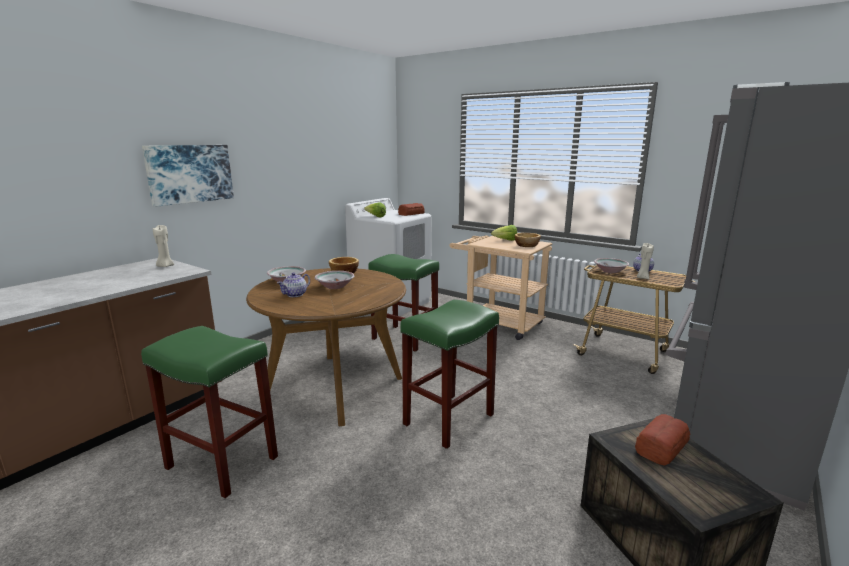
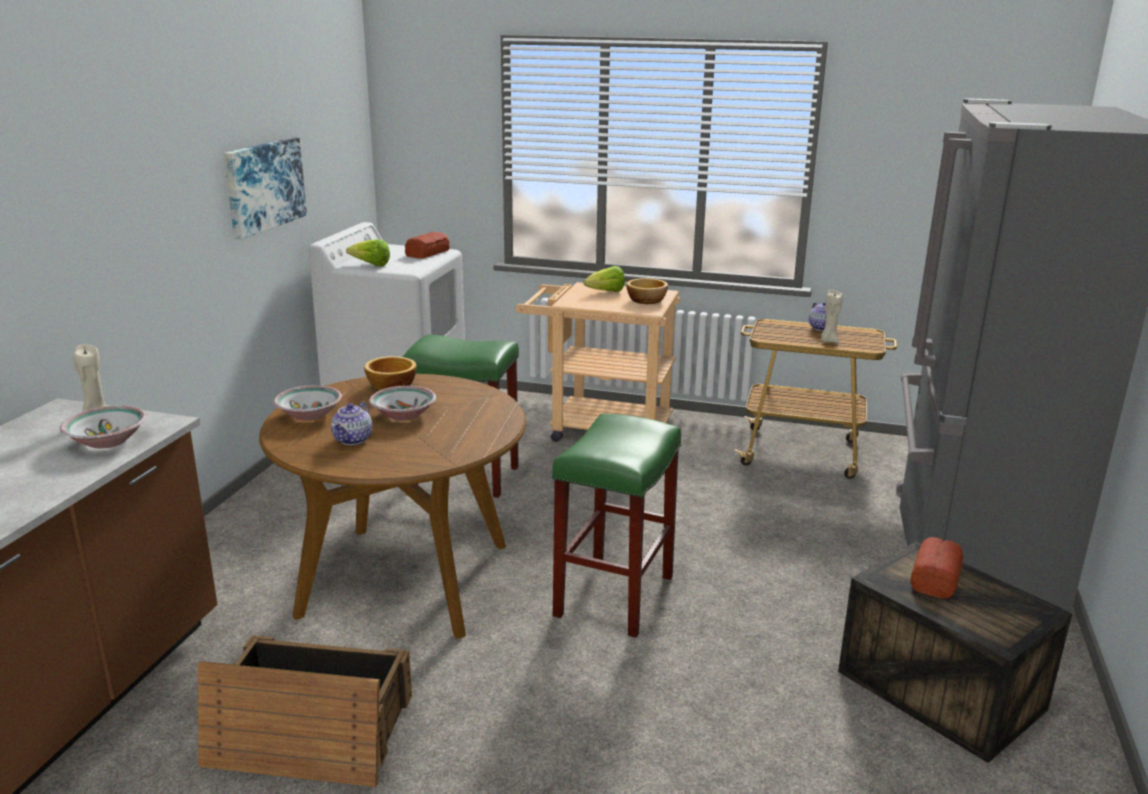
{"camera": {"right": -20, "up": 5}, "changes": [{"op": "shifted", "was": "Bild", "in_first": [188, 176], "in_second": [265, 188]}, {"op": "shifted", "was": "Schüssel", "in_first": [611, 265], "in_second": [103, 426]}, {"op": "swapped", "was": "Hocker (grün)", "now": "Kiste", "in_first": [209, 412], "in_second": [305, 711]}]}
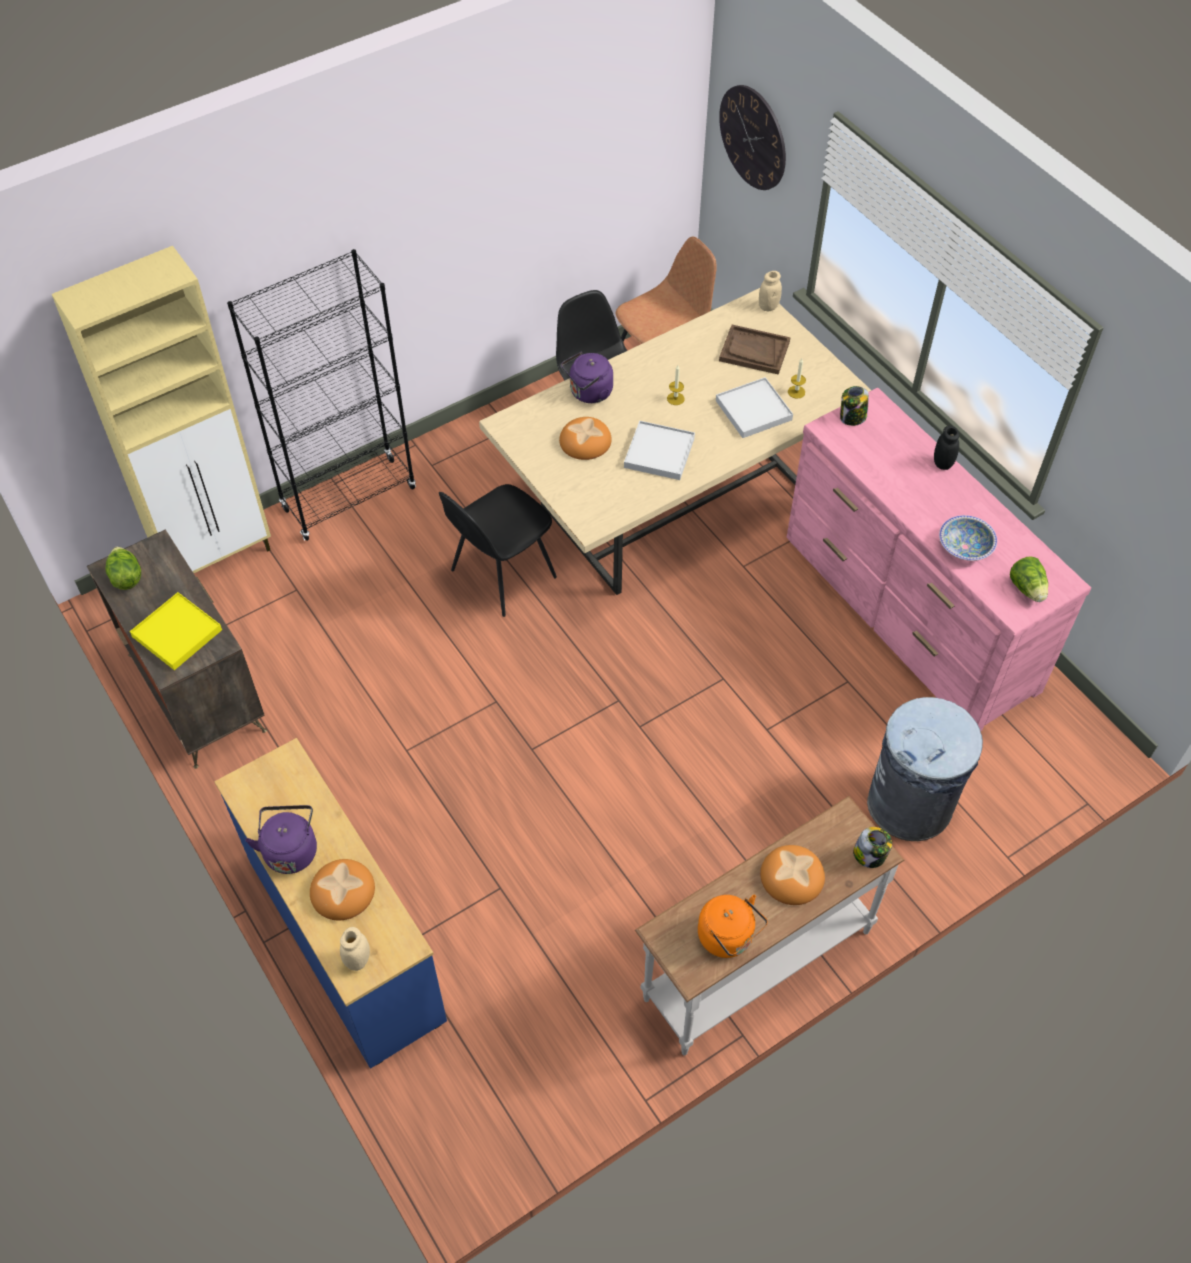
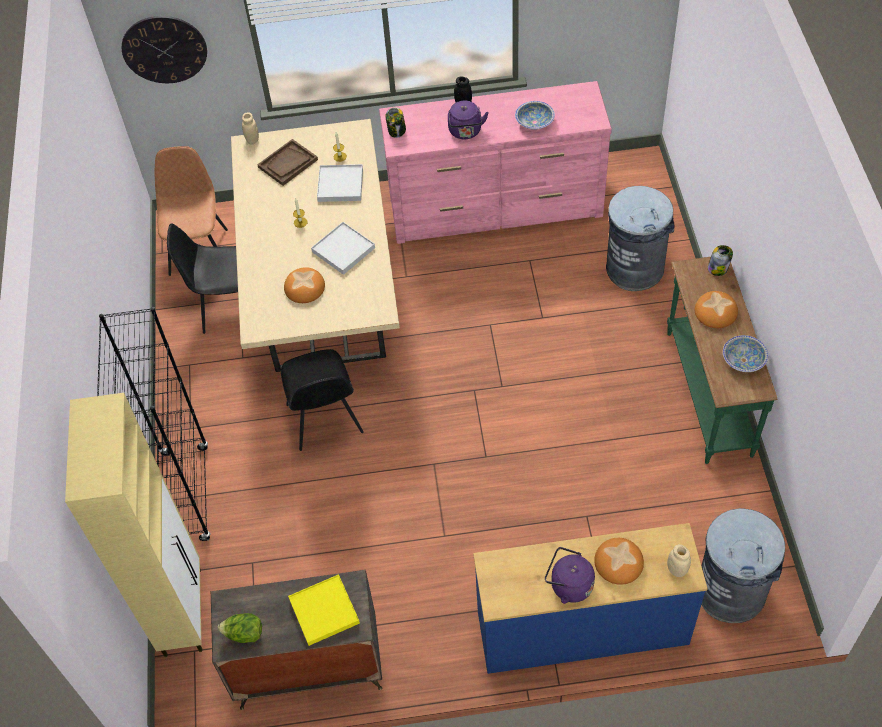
{"camera": {"right": -60, "up": 0}, "changes": [{"op": "shifted", "was": "Wasserkessel (lila)", "in_first": [587, 377], "in_second": [468, 120]}, {"op": "gone", "was": "Salatkopf", "in_first": [1029, 579]}, {"op": "repainted", "was": "Konsolentisch (weiß)", "now": "Konsolentisch (grün)", "in_first": [769, 926], "in_second": [722, 360]}, {"op": "swapped", "was": "Wasserkessel (orange)", "now": "Schüssel", "in_first": [733, 926], "in_second": [745, 353]}, {"op": "new", "now": "Mülleimer (grau)", "in_second": [743, 565]}]}
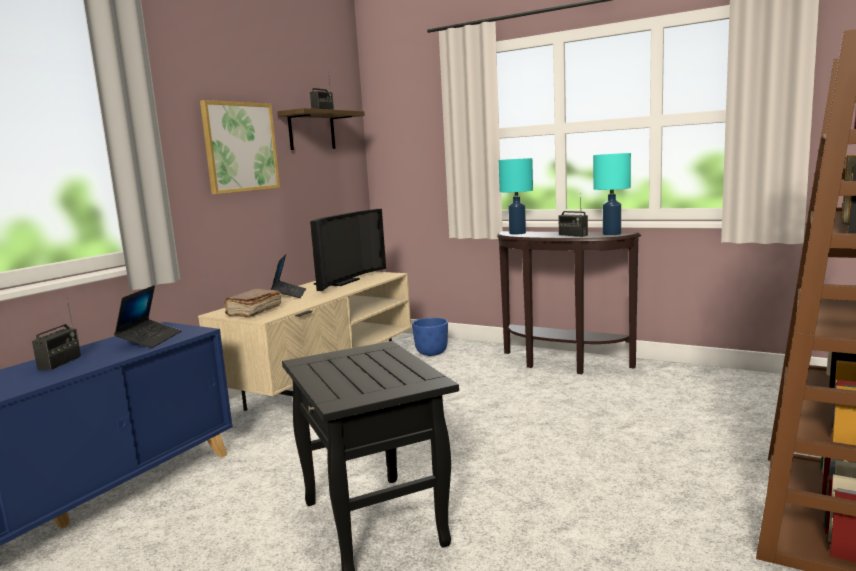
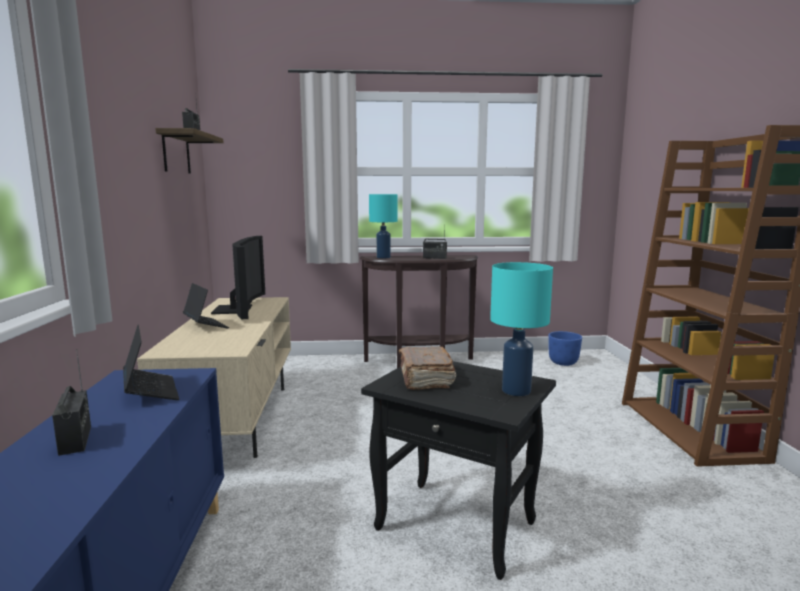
{"camera": {"right": -35, "up": 0}, "changes": [{"op": "gone", "was": "Bild", "in_first": [240, 147]}, {"op": "shifted", "was": "Tischlampe (türkis)", "in_first": [612, 194], "in_second": [521, 329]}, {"op": "shifted", "was": "Buch (braun)", "in_first": [252, 303], "in_second": [427, 368]}, {"op": "shifted", "was": "Pflanzkübel (blau)", "in_first": [430, 337], "in_second": [565, 348]}]}
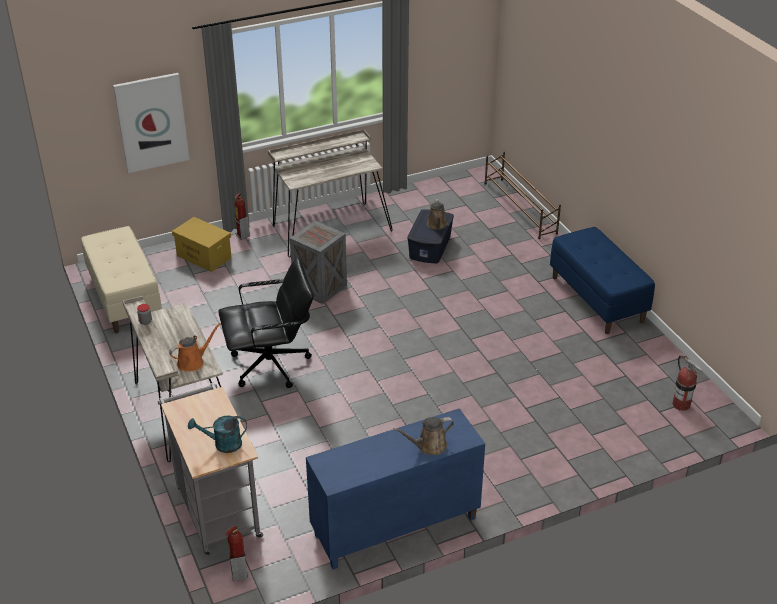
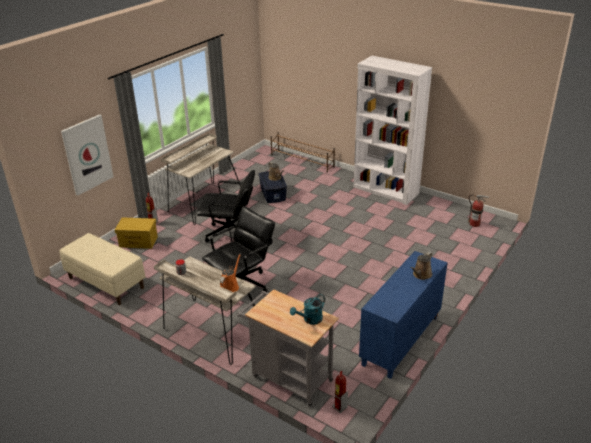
{"camera": {"right": -30, "up": -5}, "changes": [{"op": "swapped", "was": "Kiste", "now": "Bürostuhl (schwarz)", "in_first": [318, 262], "in_second": [225, 206]}, {"op": "swapped", "was": "Bank (blau)", "now": "Bücherregal (weiß)", "in_first": [602, 280], "in_second": [393, 130]}]}
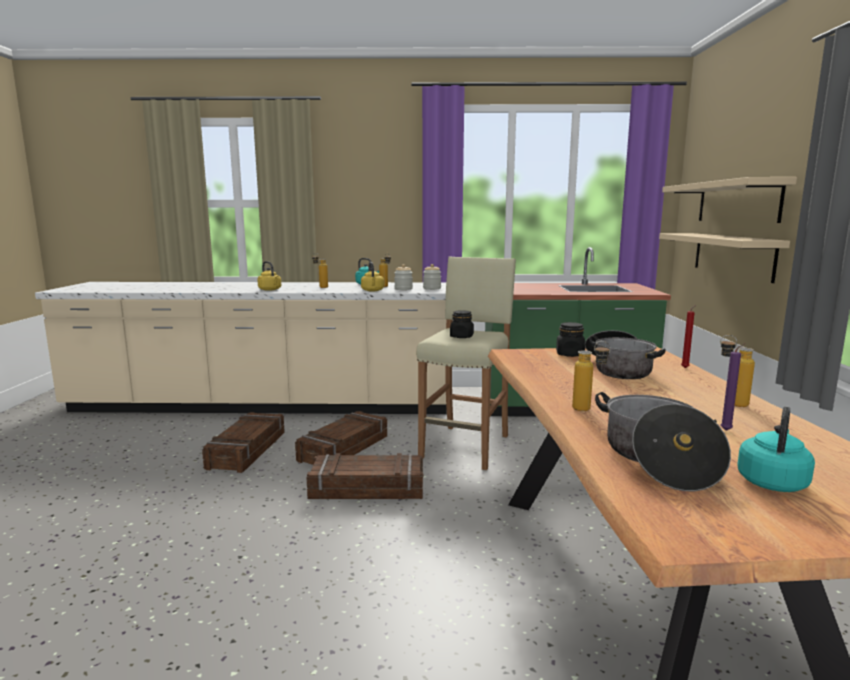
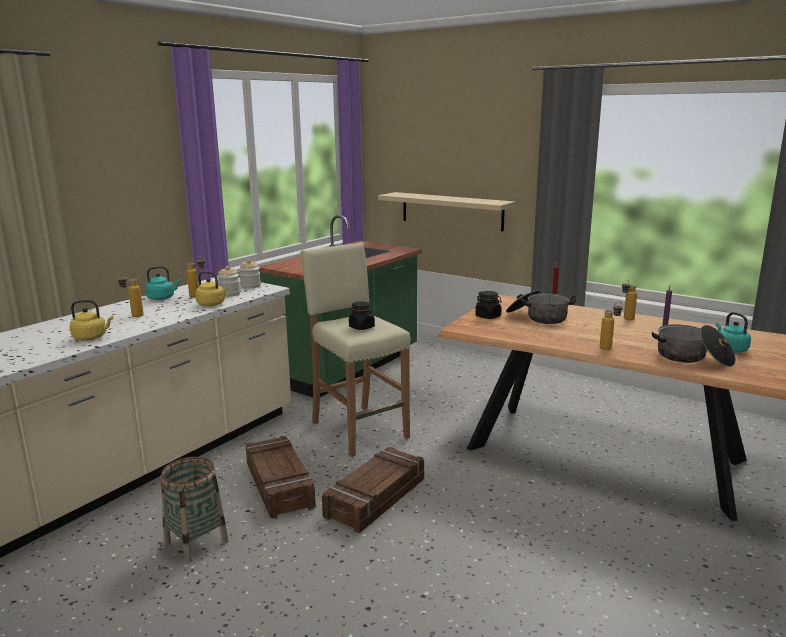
{"camera": {"right": -55, "up": 5}, "changes": [{"op": "gone", "was": "Wandregal (beige)", "in_first": [729, 200]}, {"op": "swapped", "was": "Kiste", "now": "Korb", "in_first": [243, 442], "in_second": [194, 510]}]}
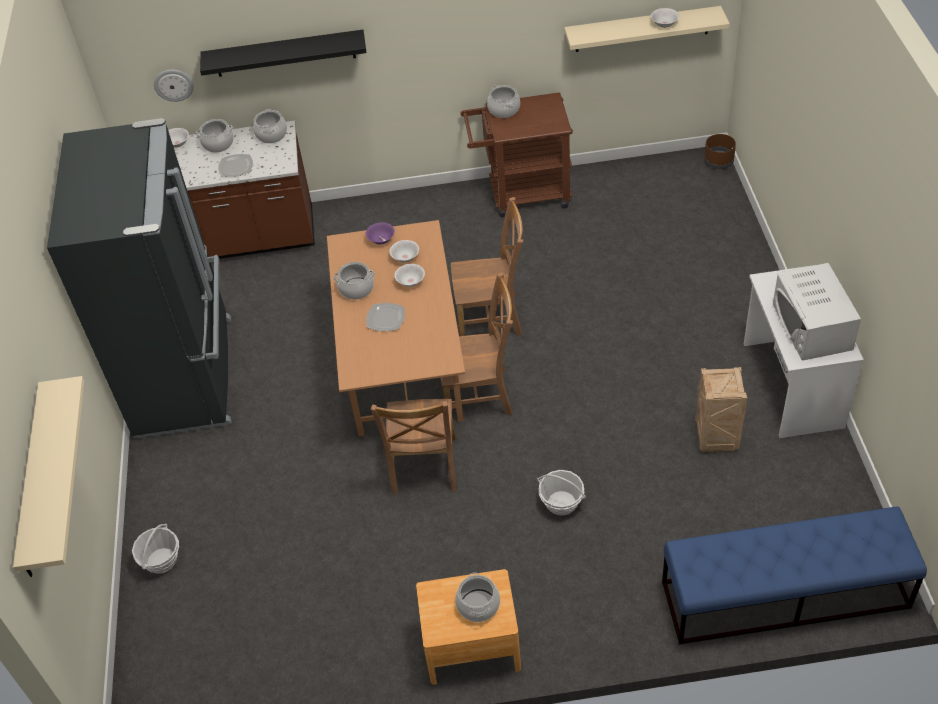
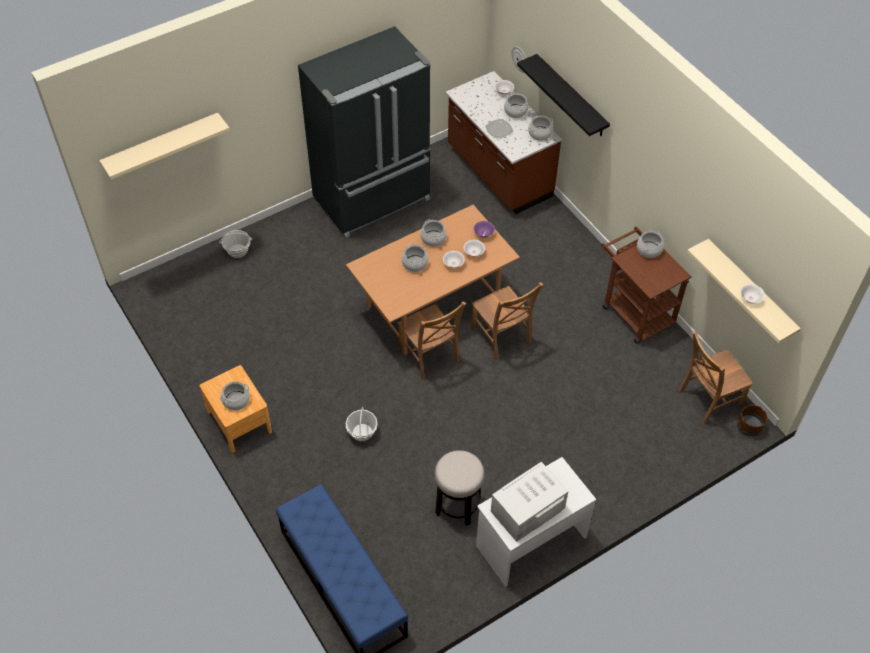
{"camera": {"right": 60, "up": 5}, "changes": [{"op": "swapped", "was": "Teller", "now": "Kochtopf", "in_first": [385, 317], "in_second": [415, 258]}, {"op": "swapped", "was": "Kiste", "now": "Hocker", "in_first": [721, 409], "in_second": [460, 488]}, {"op": "shifted", "was": "Stuhl (braun)", "in_first": [414, 447], "in_second": [715, 378]}]}
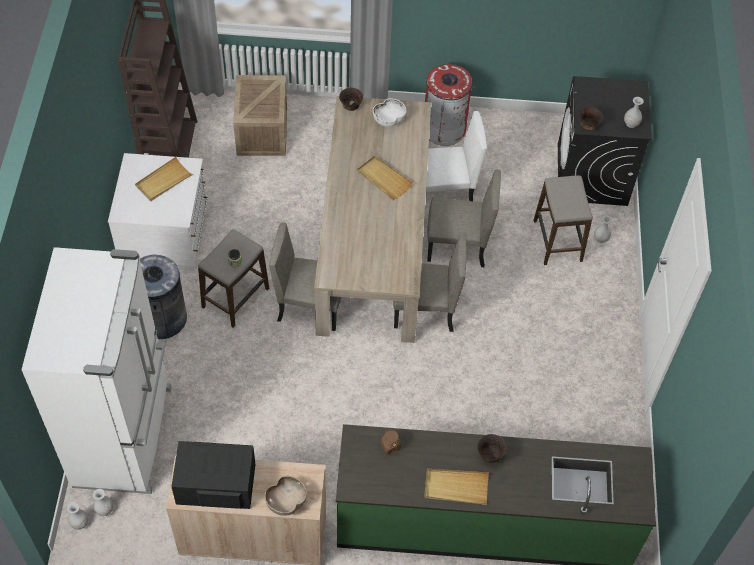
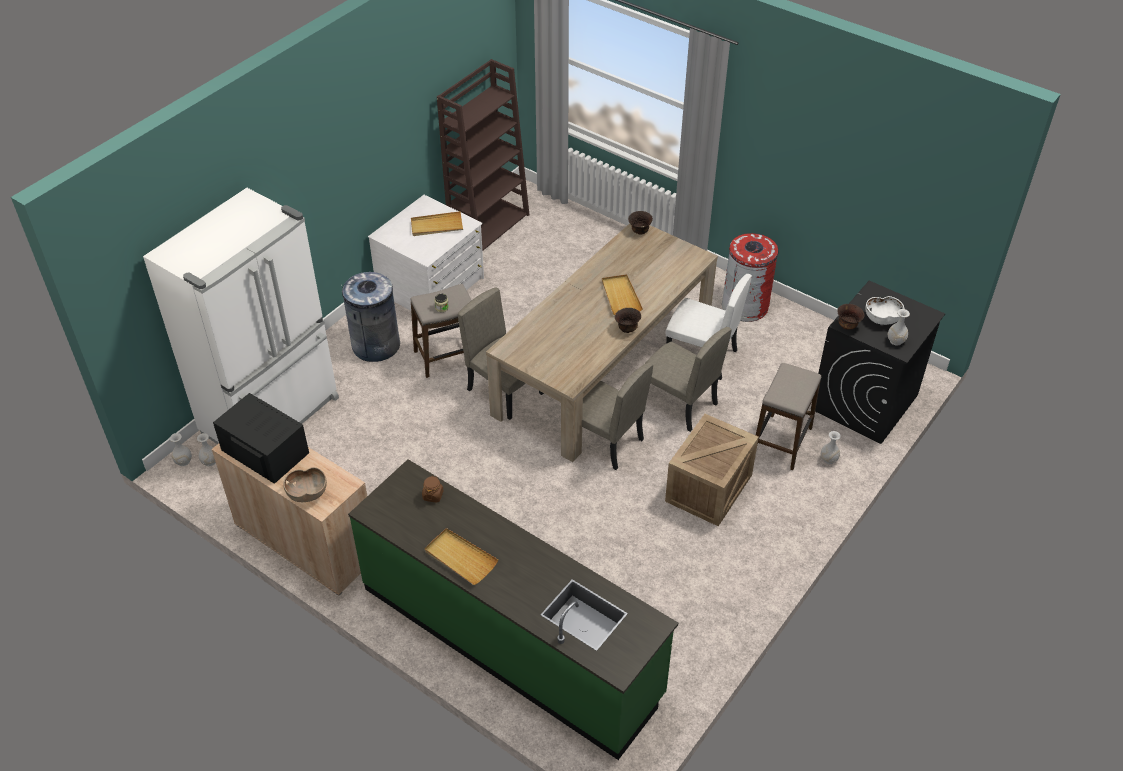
{"camera": {"right": 35, "up": -10}, "changes": [{"op": "shifted", "was": "Kiste", "in_first": [260, 115], "in_second": [712, 470]}, {"op": "shifted", "was": "Schüssel (weiß)", "in_first": [390, 112], "in_second": [885, 310]}, {"op": "shifted", "was": "Schüssel (braun)", "in_first": [492, 448], "in_second": [628, 320]}]}
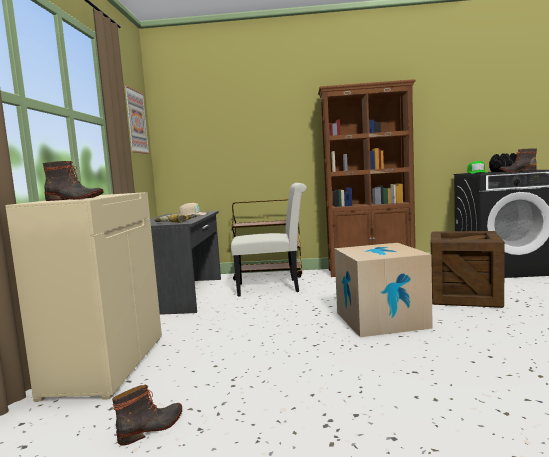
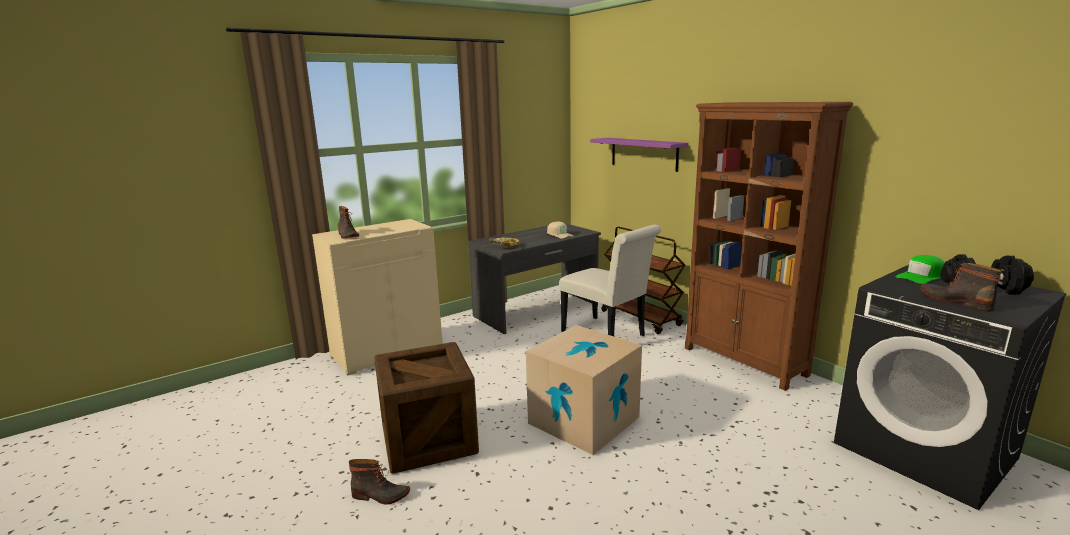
{"camera": {"right": 50, "up": 10}, "changes": [{"op": "gone", "was": "Bild", "in_first": [137, 119]}, {"op": "shifted", "was": "Kiste", "in_first": [468, 269], "in_second": [426, 408]}, {"op": "shifted", "was": "Stiefel", "in_first": [147, 415], "in_second": [379, 482]}, {"op": "new", "now": "Wandregal (lila)", "in_second": [639, 155]}]}
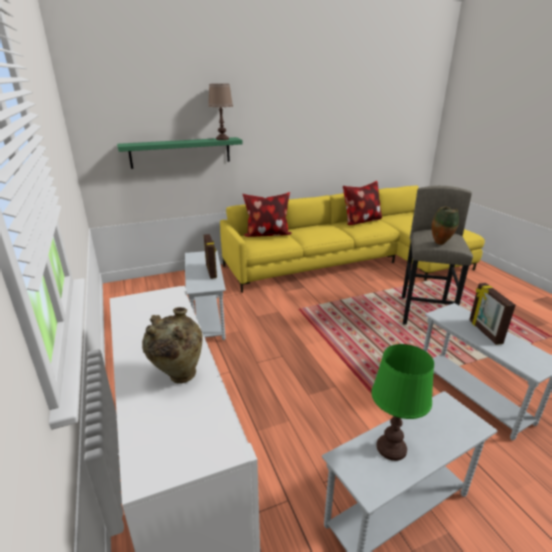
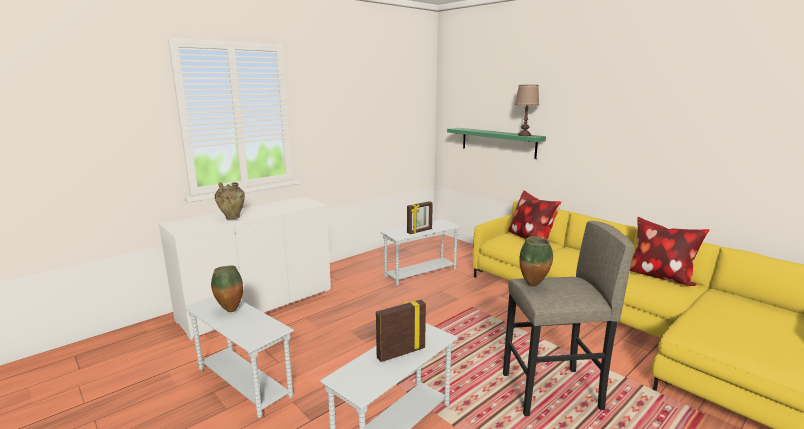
{"camera": {"right": 70, "up": -10}, "changes": [{"op": "swapped", "was": "Tischlampe (grün)", "now": "Vase", "in_first": [402, 402], "in_second": [227, 288]}]}
